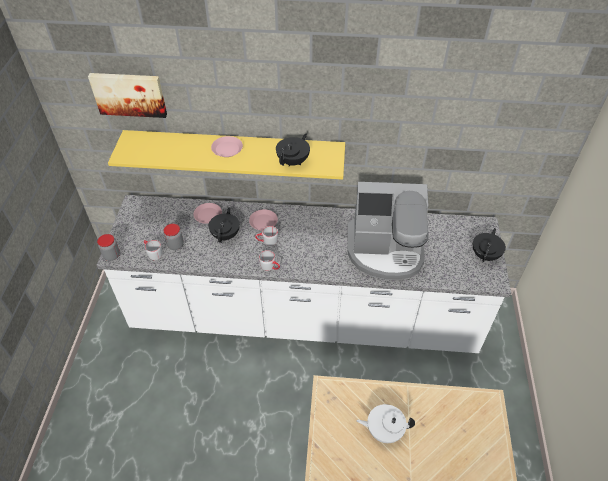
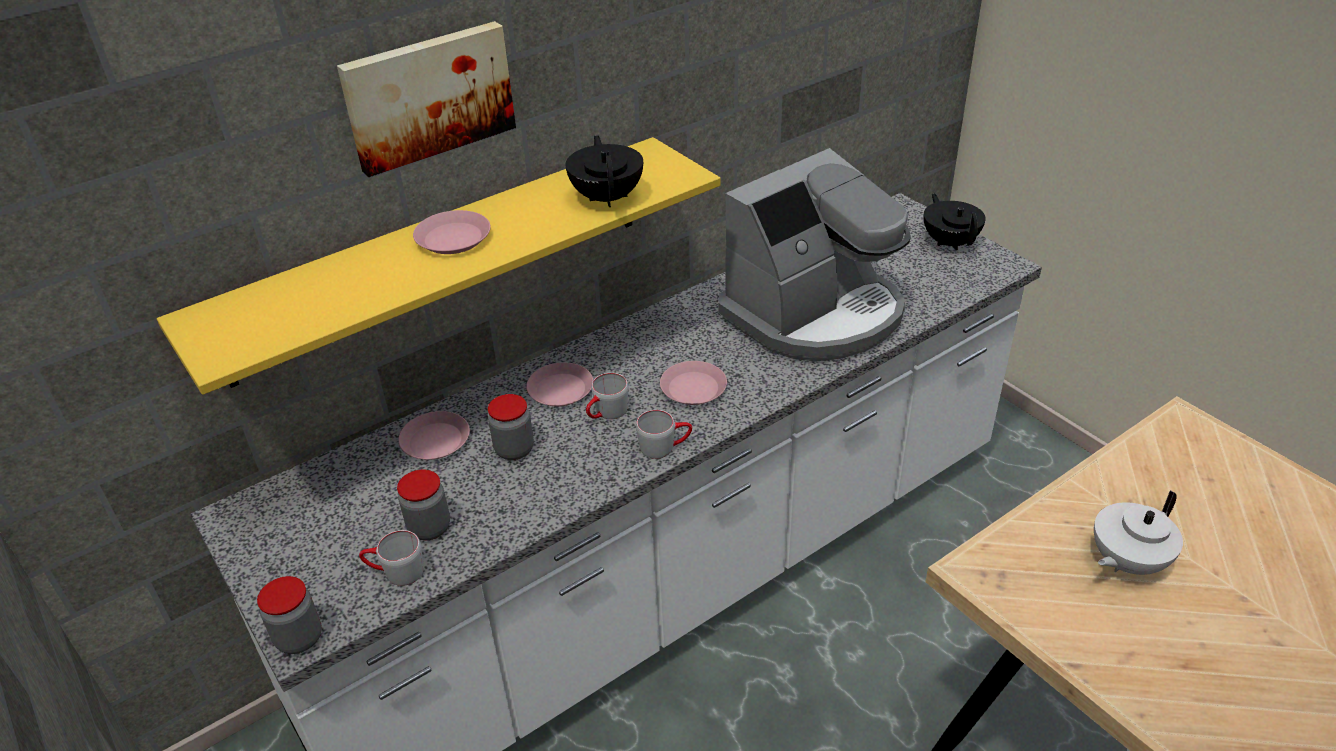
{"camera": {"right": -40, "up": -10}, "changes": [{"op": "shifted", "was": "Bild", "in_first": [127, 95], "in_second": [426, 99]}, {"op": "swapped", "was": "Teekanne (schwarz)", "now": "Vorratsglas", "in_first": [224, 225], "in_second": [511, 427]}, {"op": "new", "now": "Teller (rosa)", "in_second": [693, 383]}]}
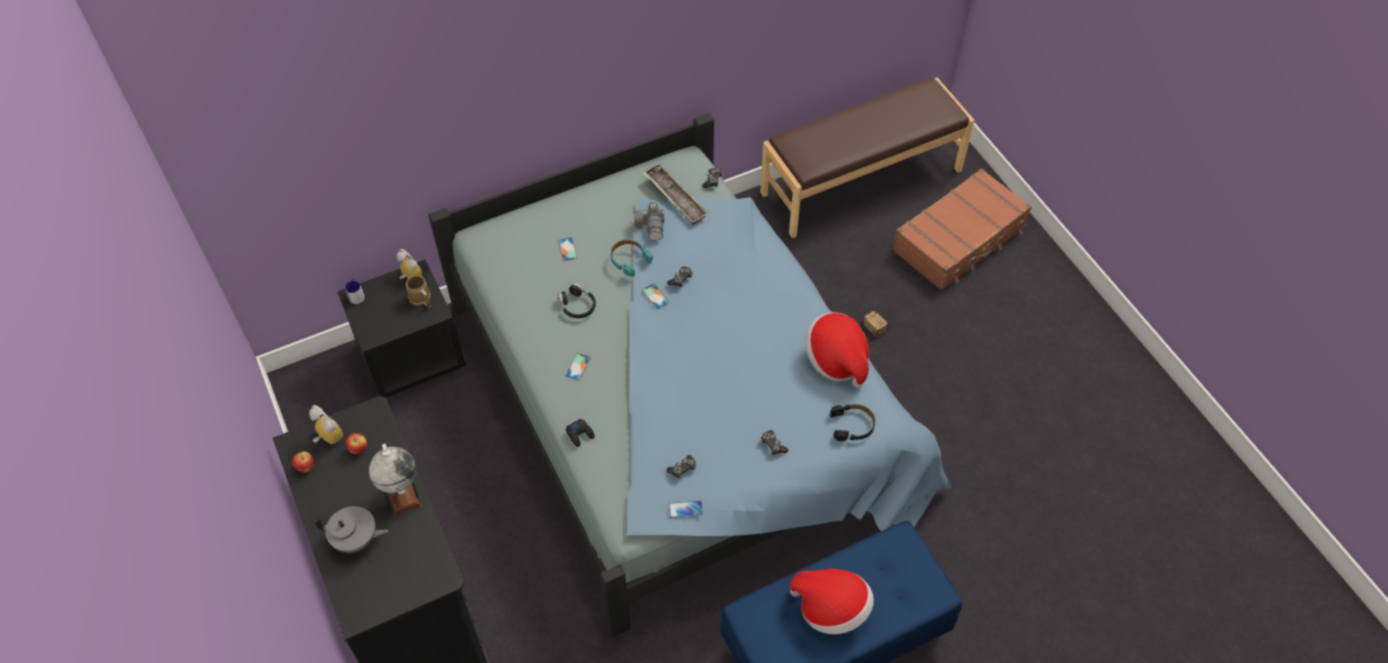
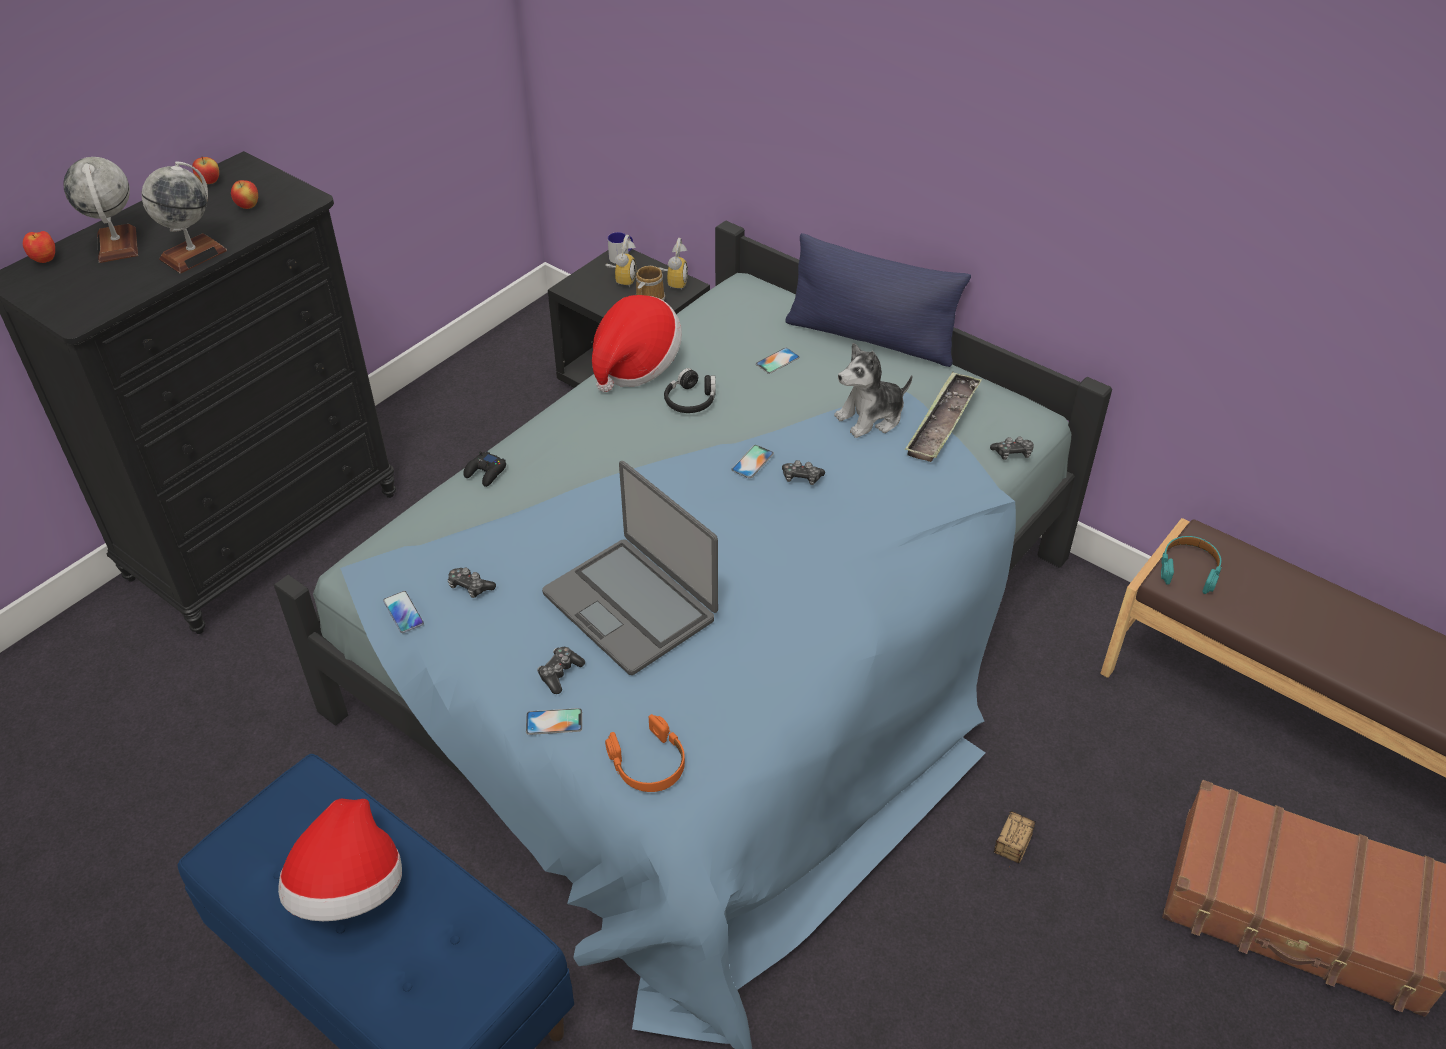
{"camera": {"right": 65, "up": -10}, "changes": [{"op": "swapped", "was": "Kamera", "now": "Plüschtier", "in_first": [649, 221], "in_second": [873, 390]}, {"op": "shifted", "was": "Kopfhörer (türkis)", "in_first": [631, 258], "in_second": [1191, 565]}, {"op": "shifted", "was": "Hut", "in_first": [837, 350], "in_second": [637, 343]}, {"op": "shifted", "was": "Handy", "in_first": [578, 367], "in_second": [554, 721]}, {"op": "repainted", "was": "Kopfhörer (schwarz)", "now": "Kopfhörer (orange)", "in_first": [852, 422], "in_second": [645, 753]}, {"op": "shifted", "was": "Wecker", "in_first": [326, 424], "in_second": [621, 261]}, {"op": "swapped", "was": "Teekanne (grau)", "now": "Globus", "in_first": [351, 529], "in_second": [101, 210]}, {"op": "new", "now": "Apfel", "in_second": [39, 247]}, {"op": "new", "now": "Kissen (blau)", "in_second": [878, 300]}, {"op": "new", "now": "Laptop", "in_second": [630, 568]}]}
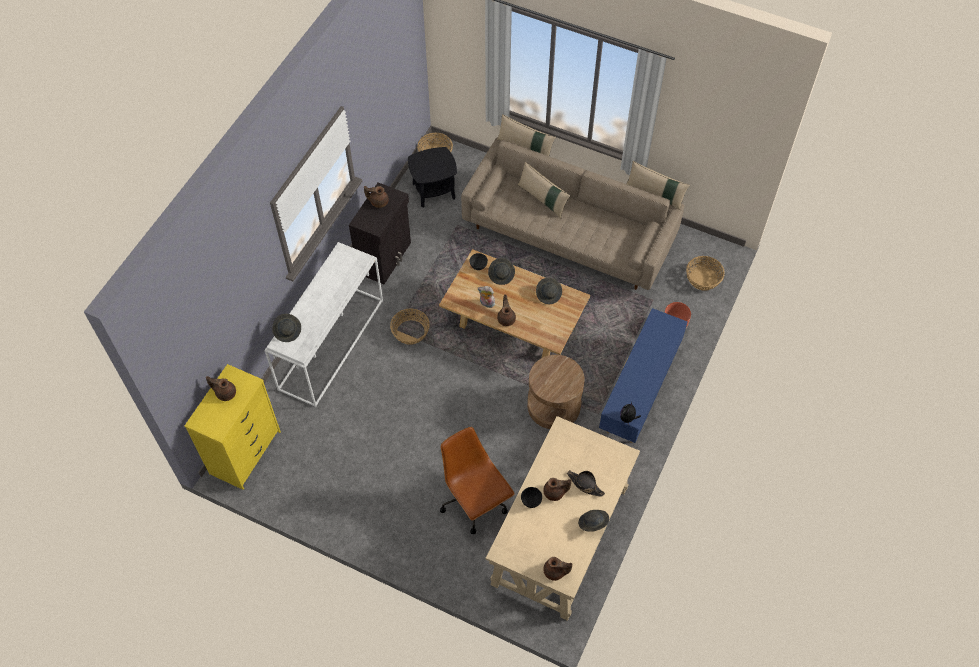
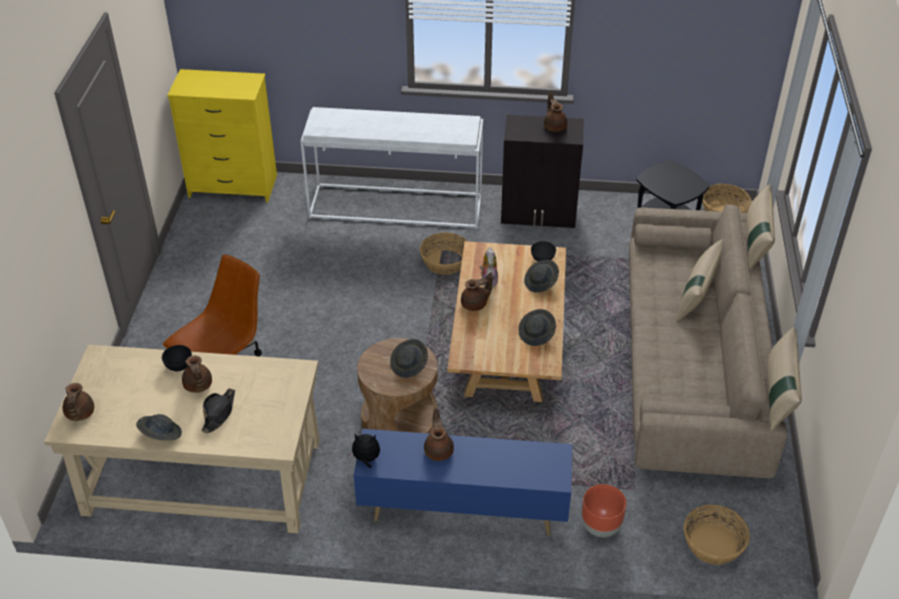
{"camera": {"right": 70, "up": -15}, "changes": [{"op": "shifted", "was": "Hut (grau)", "in_first": [286, 328], "in_second": [409, 358]}, {"op": "shifted", "was": "Teekanne (braun)", "in_first": [221, 388], "in_second": [439, 434]}]}
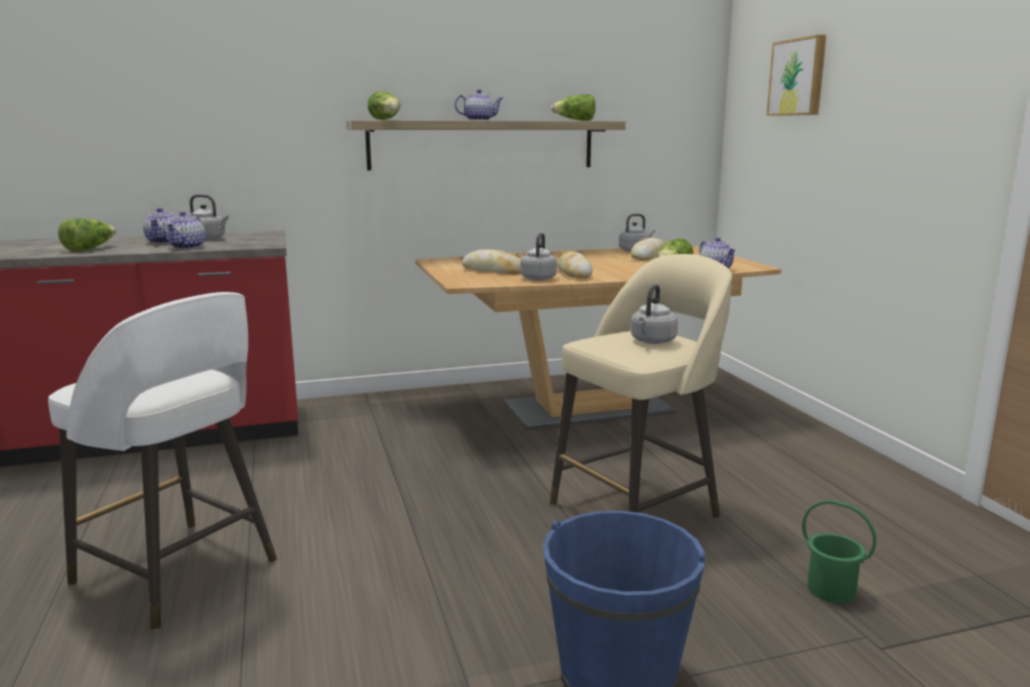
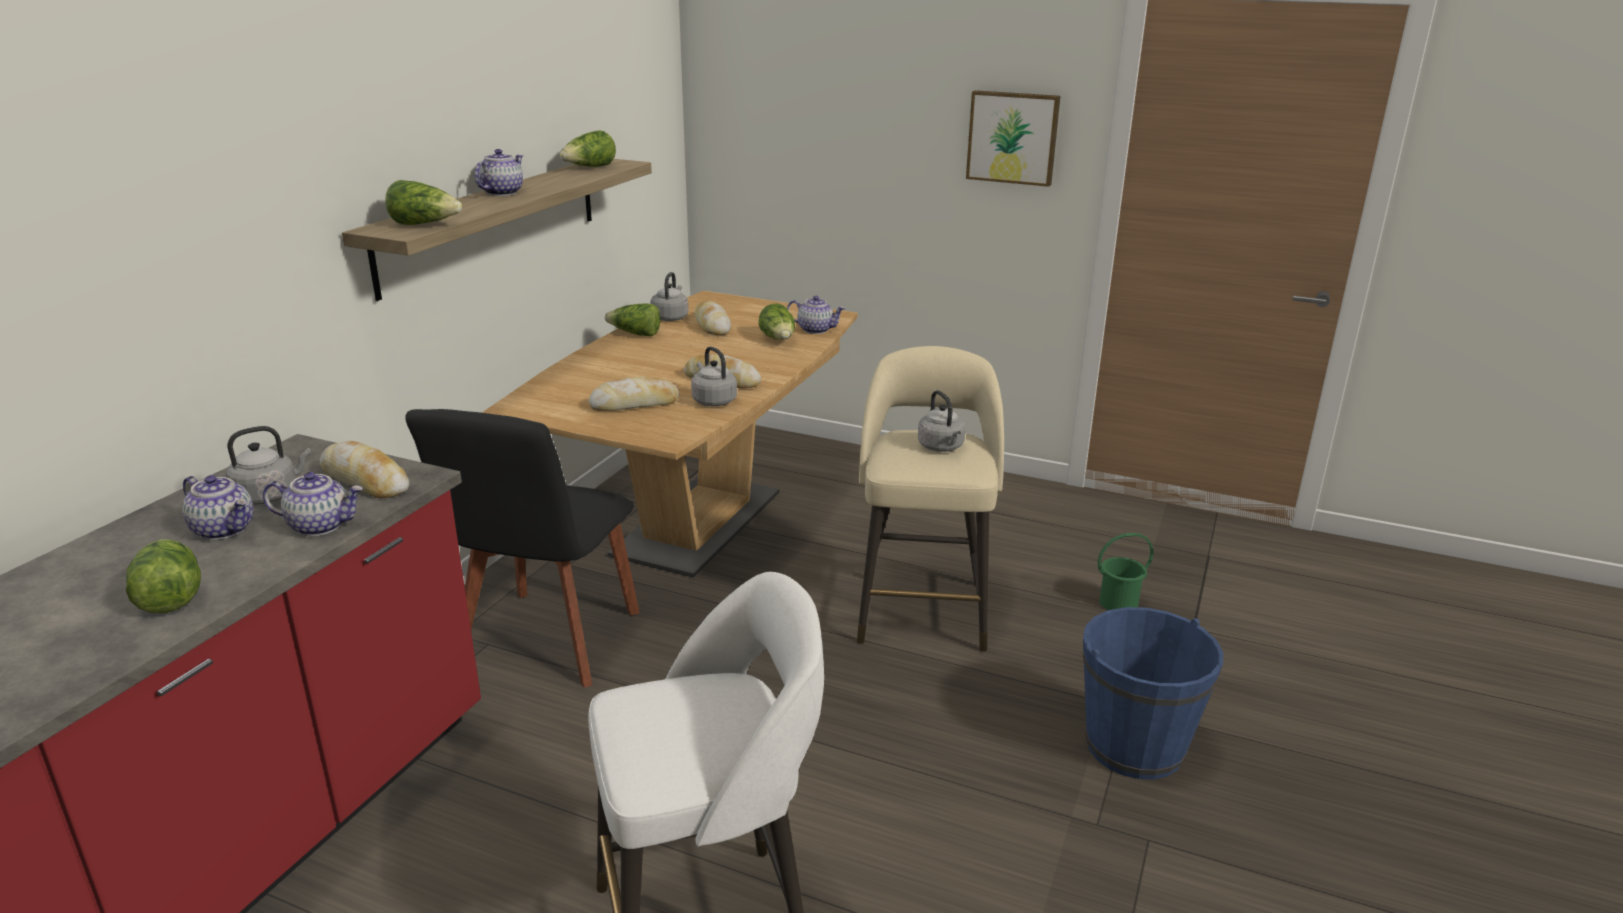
{"camera": {"right": -50, "up": 10}, "changes": [{"op": "shifted", "was": "Bild", "in_first": [796, 75], "in_second": [1013, 138]}, {"op": "rotated", "was": "Teekanne", "in_first": [185, 230], "in_second": [313, 504], "clockwise": -45}, {"op": "new", "now": "Salatkopf", "in_second": [632, 319]}, {"op": "new", "now": "Stuhl (schwarz)", "in_second": [522, 548]}, {"op": "new", "now": "Brot", "in_second": [364, 469]}]}
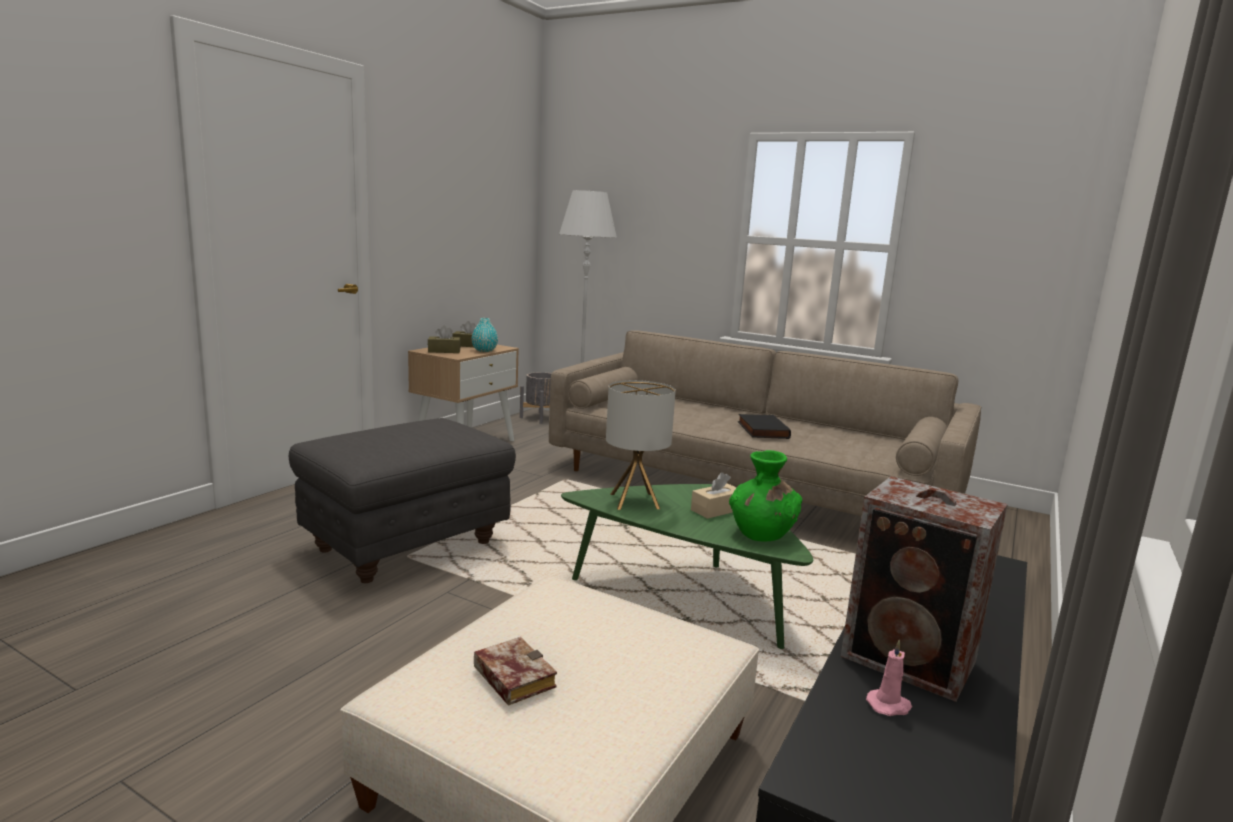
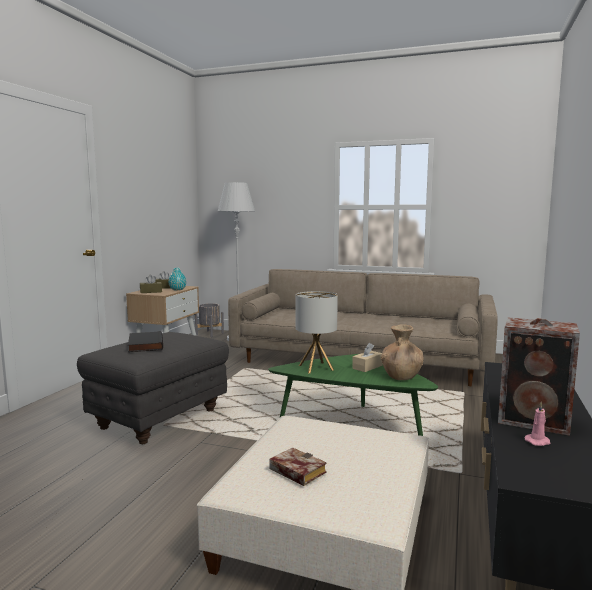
{"camera": {"right": -10, "up": -5}, "changes": [{"op": "shifted", "was": "Buch (schwarz)", "in_first": [764, 426], "in_second": [145, 341]}, {"op": "repainted", "was": "Vase (grün)", "now": "Vase (braun)", "in_first": [765, 495], "in_second": [402, 352]}]}
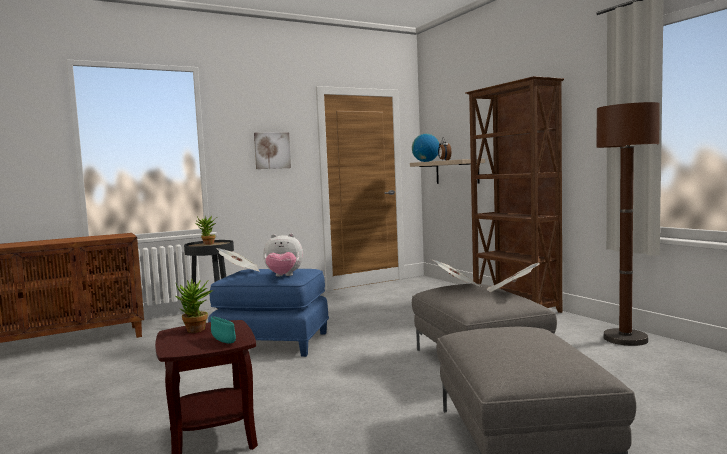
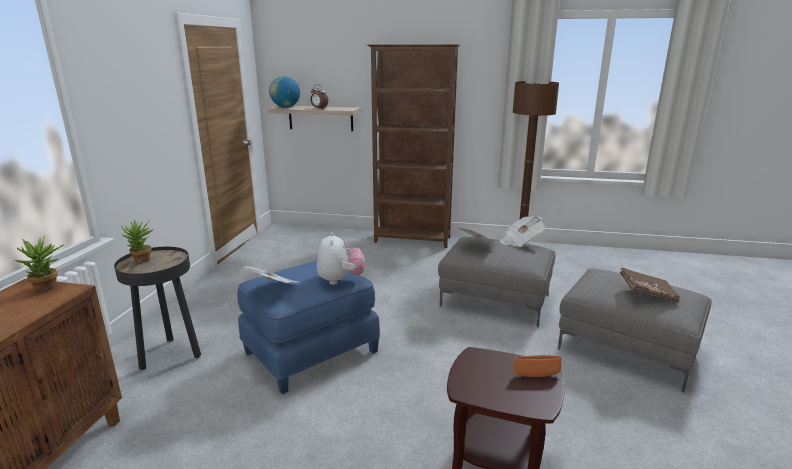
{"camera": {"right": -50, "up": 15}, "changes": [{"op": "gone", "was": "Bild", "in_first": [272, 151]}, {"op": "rotated", "was": "Plüschtier", "in_first": [283, 254], "in_second": [341, 258], "clockwise": -45}, {"op": "shifted", "was": "Topfpflanze", "in_first": [194, 306], "in_second": [38, 264]}, {"op": "repainted", "was": "Schüssel (türkis)", "now": "Schüssel (orange)", "in_first": [223, 329], "in_second": [537, 366]}, {"op": "new", "now": "Buch (braun)", "in_second": [650, 285]}]}
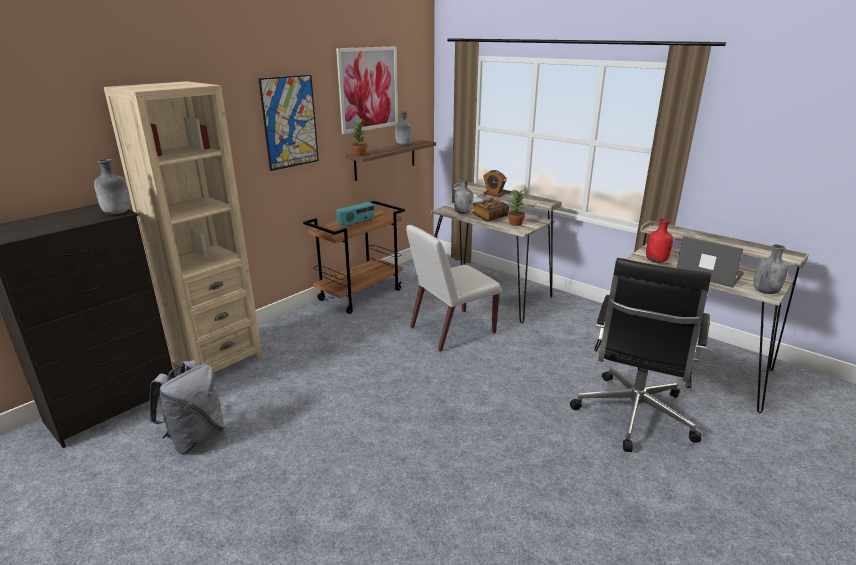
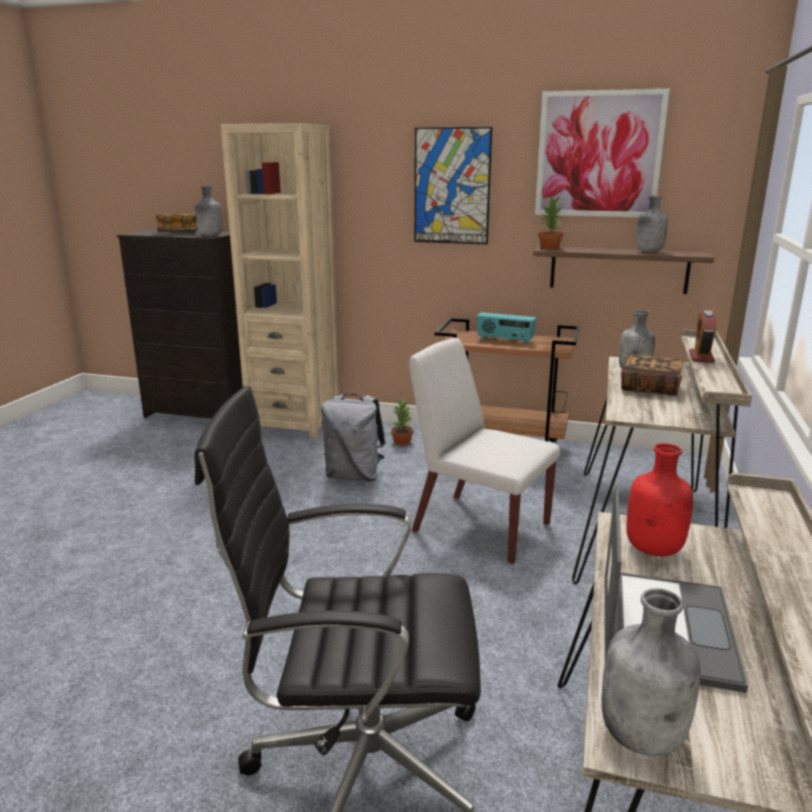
{"camera": {"right": 65, "up": -5}, "changes": [{"op": "shifted", "was": "Topfpflanze", "in_first": [516, 207], "in_second": [402, 422]}, {"op": "shifted", "was": "Rucksack (grau)", "in_first": [187, 407], "in_second": [353, 437]}, {"op": "new", "now": "Buch", "in_second": [176, 223]}]}
